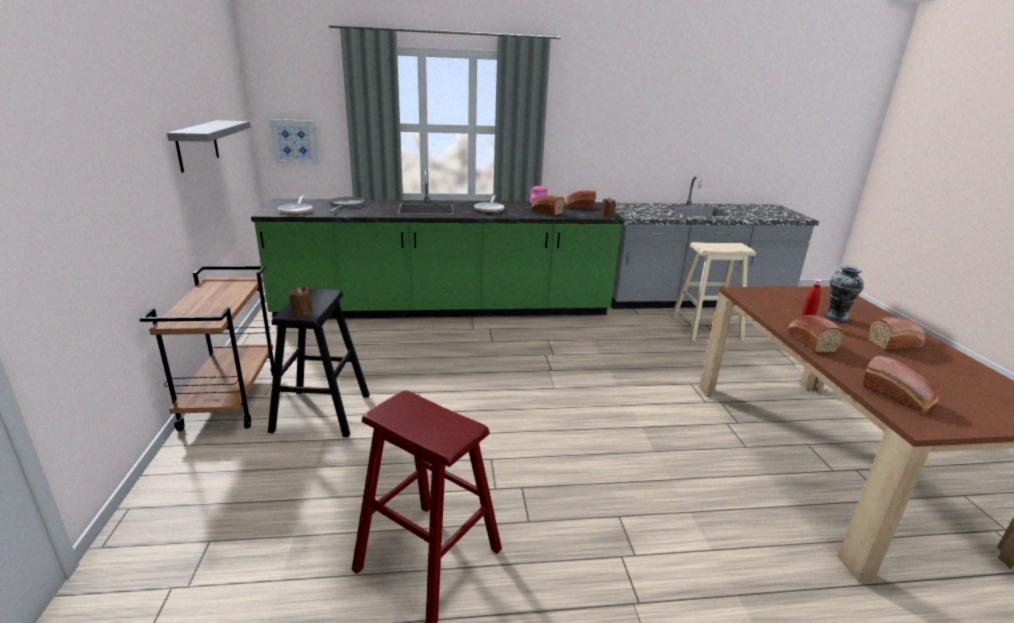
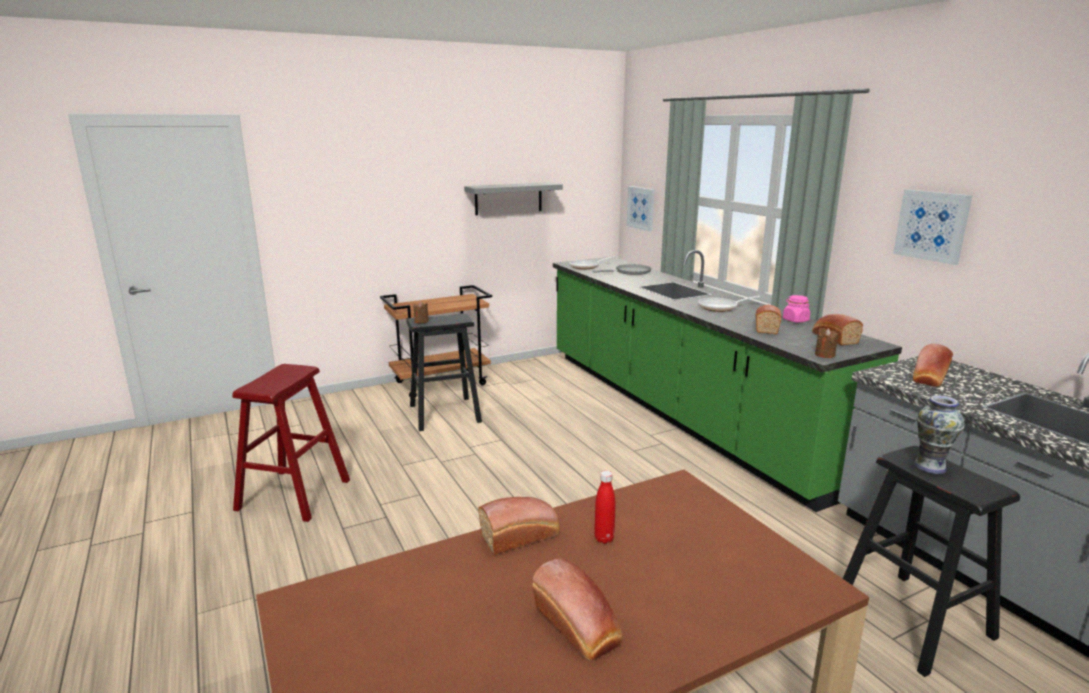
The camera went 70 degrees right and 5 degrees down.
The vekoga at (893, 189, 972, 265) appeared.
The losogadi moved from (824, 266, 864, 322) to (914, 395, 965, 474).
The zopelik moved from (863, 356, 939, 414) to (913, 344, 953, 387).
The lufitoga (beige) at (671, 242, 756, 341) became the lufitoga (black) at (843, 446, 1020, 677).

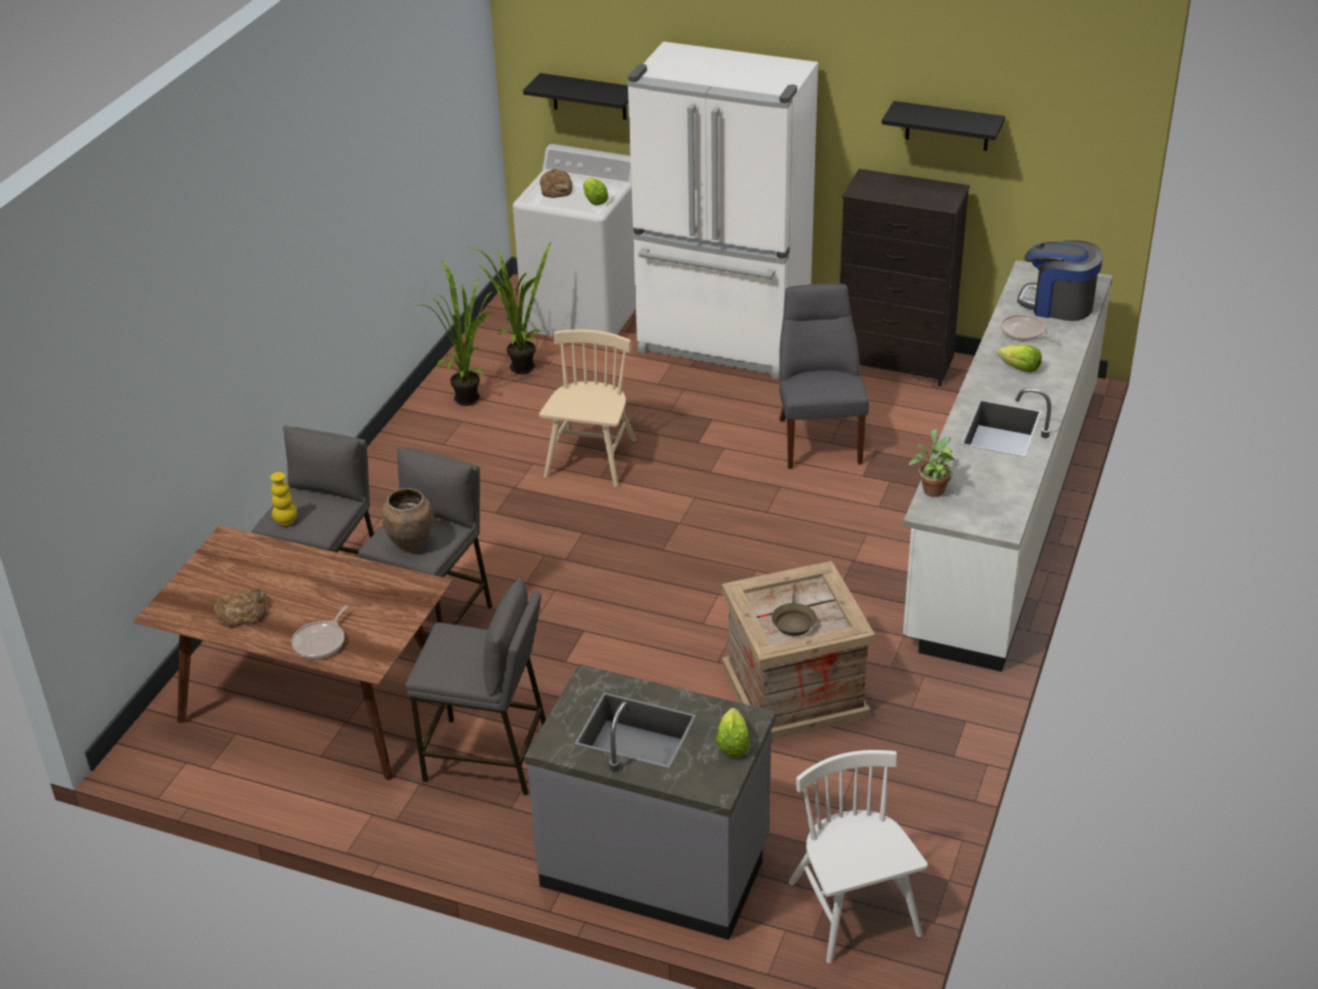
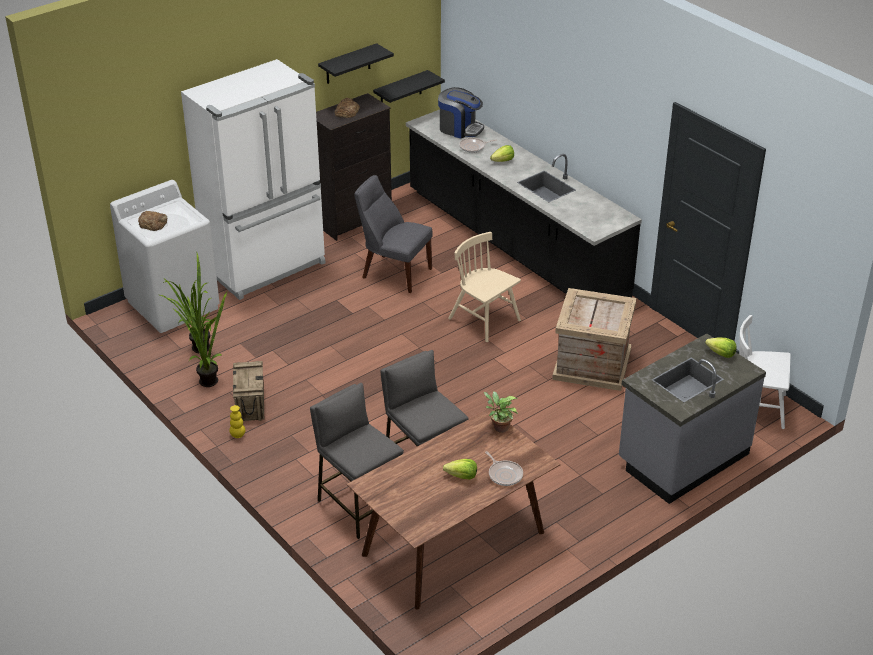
The camera went 60 degrees left and 0 degrees up.
The losogadi (brown) at (382, 488, 434, 552) disappeared.
The lufitoga (grey) at (406, 578, 546, 795) disappeared.
The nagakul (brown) at (772, 585, 817, 636) disappeared.
The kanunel at (233, 361, 264, 421) appeared.
The zopelik moved from (213, 588, 267, 628) to (334, 98, 360, 118).
The losogadi (yellow) moved from (270, 472, 297, 525) to (229, 405, 246, 438).
The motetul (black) moved from (523, 73, 628, 120) to (373, 70, 445, 103).
The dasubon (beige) moved from (539, 330, 636, 487) to (448, 232, 521, 342).
The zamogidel moved from (583, 178, 608, 205) to (443, 459, 477, 480).
The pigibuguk moved from (909, 429, 955, 497) to (484, 391, 518, 433).
The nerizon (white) at (903, 260, 1113, 672) became the nerizon (black) at (406, 109, 642, 297).
The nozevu at (1017, 240, 1103, 321) turned 120 degrees counterclockwise.

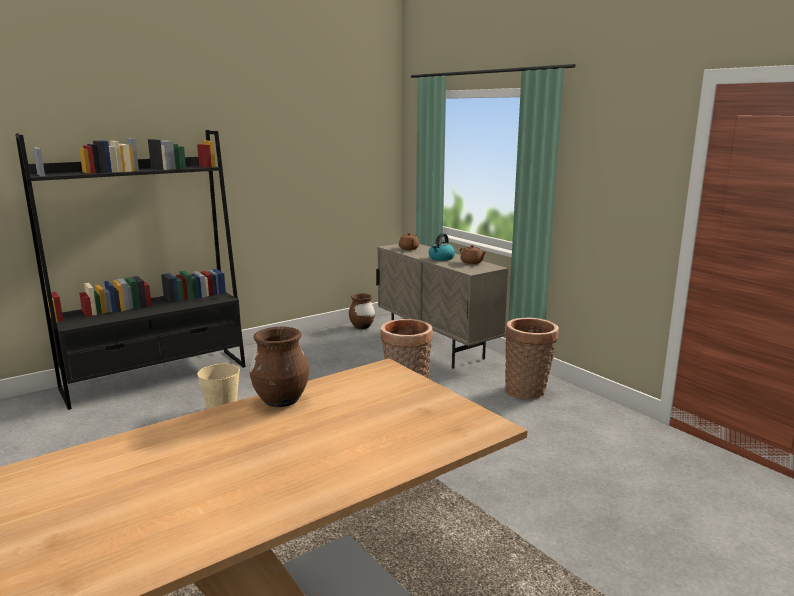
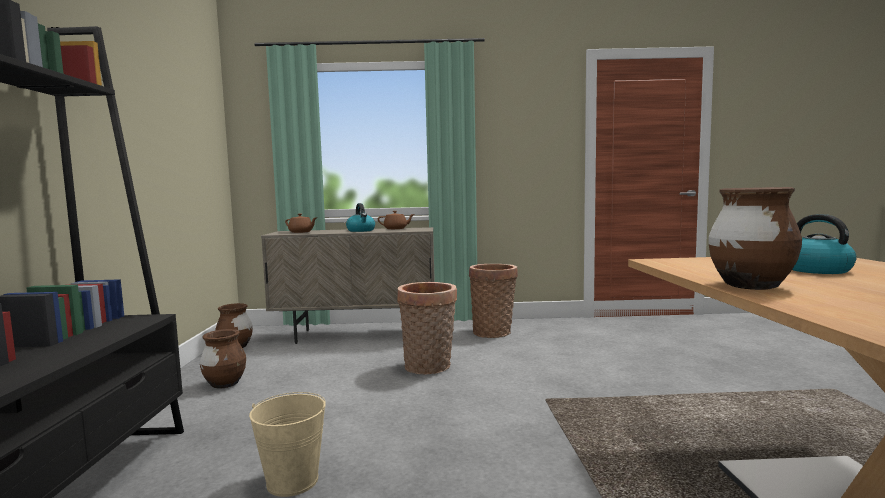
The camera went 55 degrees left and 10 degrees down.
The losogadi (brown) at (200, 329, 246, 388) appeared.
The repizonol at (792, 214, 857, 274) appeared.

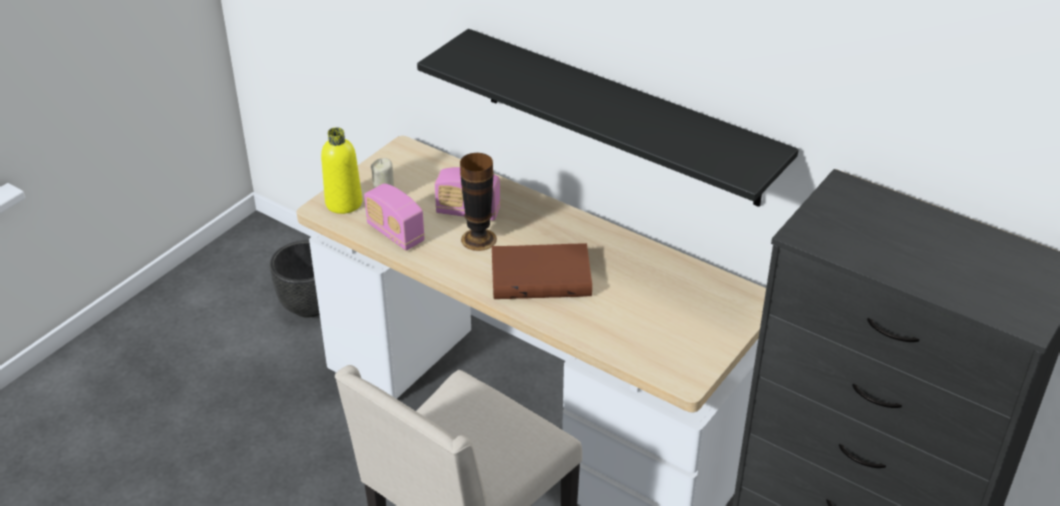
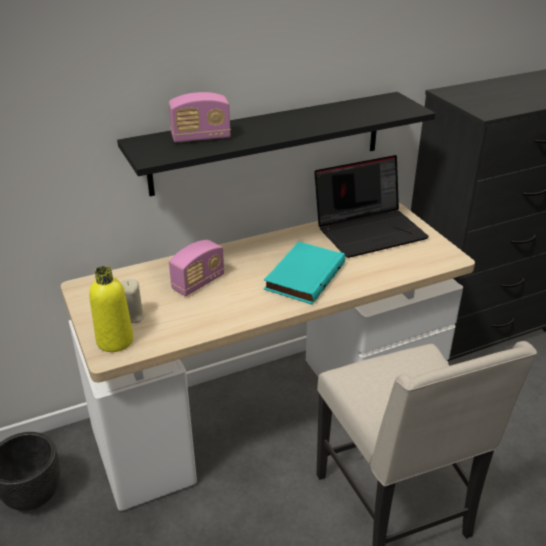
The camera went 60 degrees left and 5 degrees down.
The losogadi at (460, 153, 497, 251) disappeared.
The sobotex at (314, 155, 429, 258) appeared.
The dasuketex moved from (364, 184, 425, 251) to (169, 92, 231, 142).
The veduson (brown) at (492, 243, 592, 299) became the veduson (turquoise) at (264, 242, 345, 305).

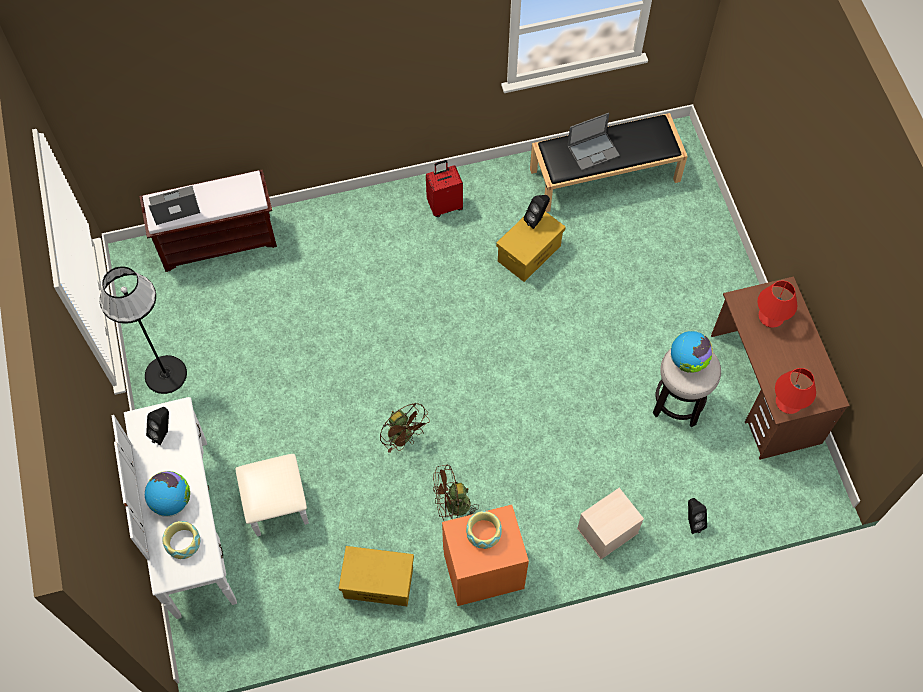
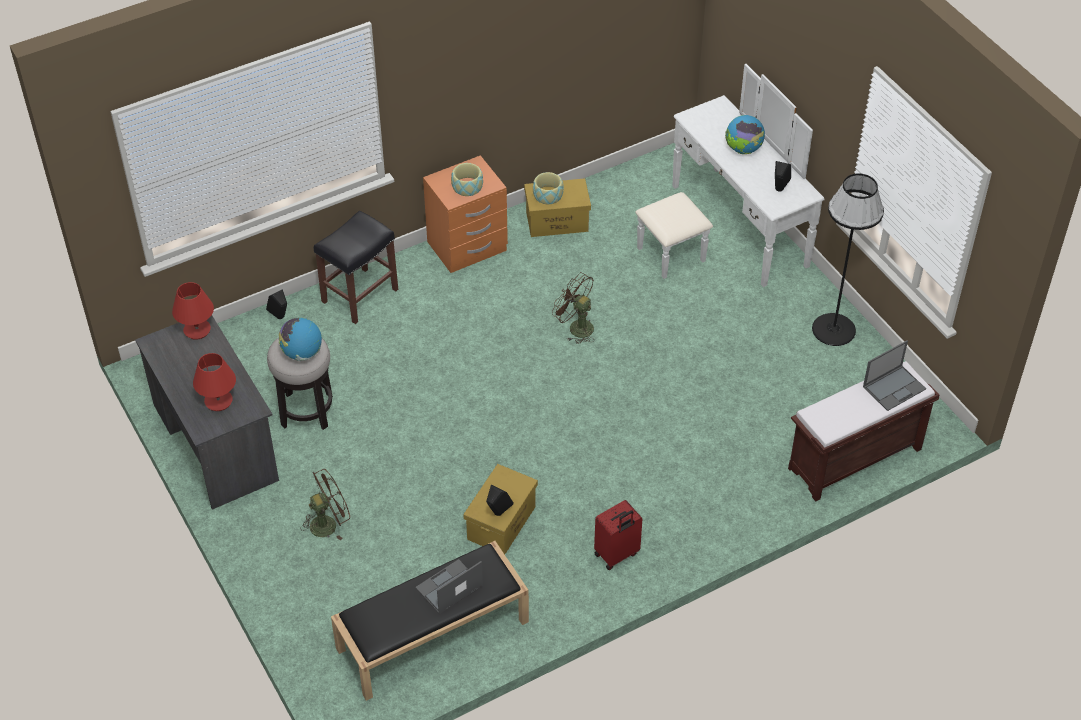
The camera went 165 degrees right and 15 degrees down.
The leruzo moved from (162, 521, 200, 559) to (533, 172, 564, 204).
The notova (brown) moved from (433, 465, 479, 521) to (300, 469, 350, 540).
The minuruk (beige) at (577, 488, 644, 559) was replaced by the lufitoga (black) at (314, 211, 398, 324).
The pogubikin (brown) at (711, 276, 850, 460) became the pogubikin (grey) at (135, 315, 279, 510).

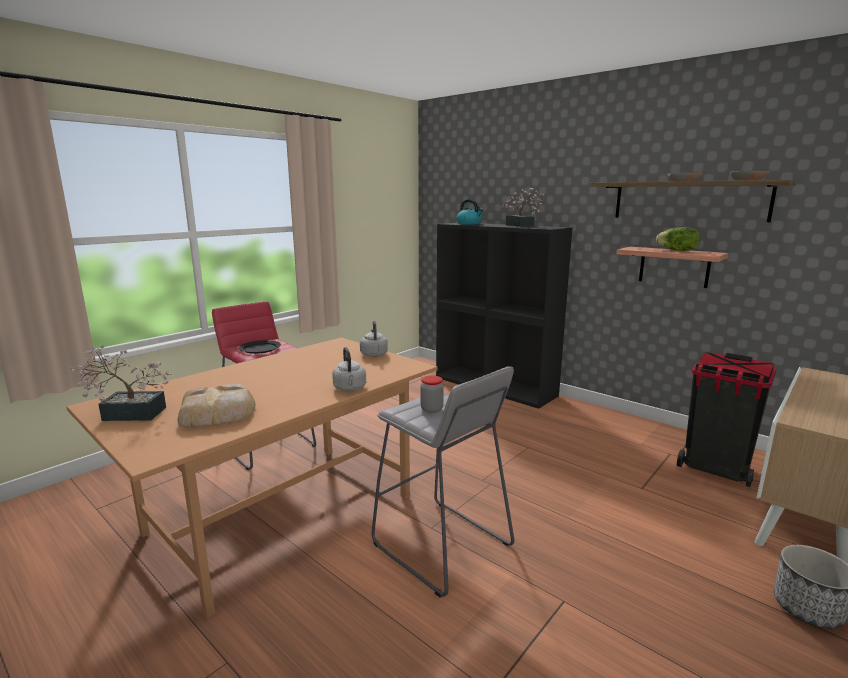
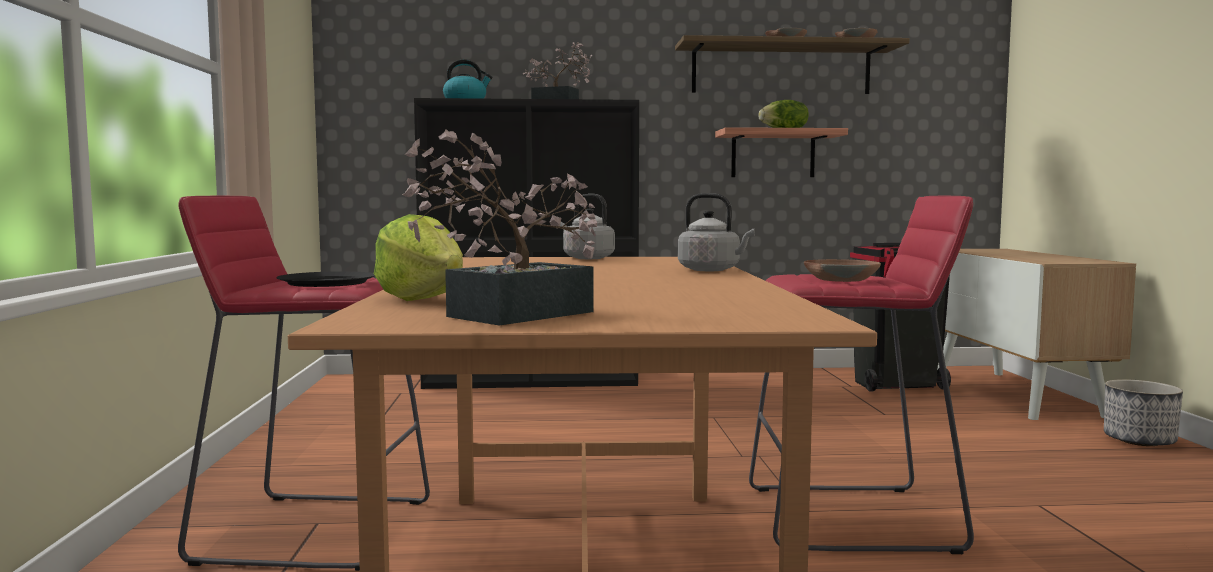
The camera went 45 degrees left and 10 degrees down.
The zopelik at (177, 384, 256, 427) disappeared.
The zamogidel at (374, 214, 463, 301) appeared.
The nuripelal at (420, 375, 444, 413) was replaced by the leruzo (brown) at (804, 259, 881, 282).
The lufitoga (grey) at (371, 366, 515, 597) became the lufitoga (red) at (749, 195, 974, 554).

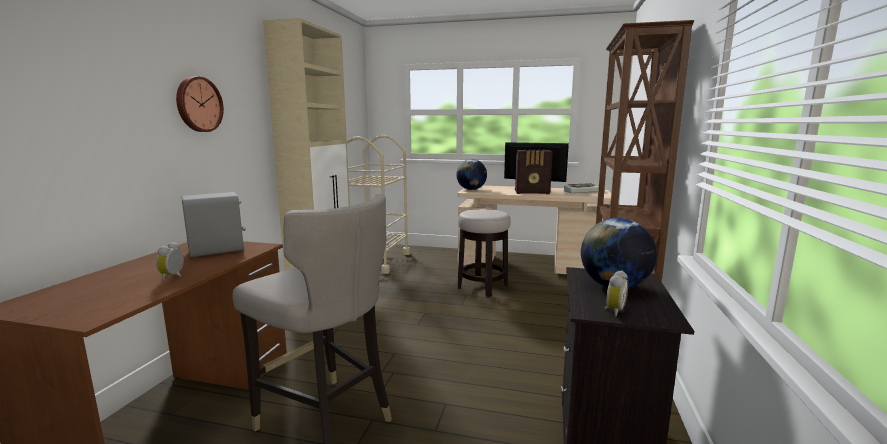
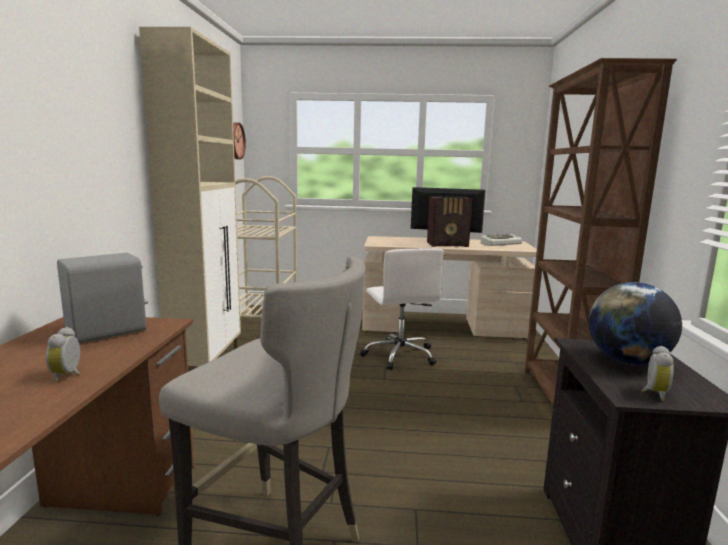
The camera went 10 degrees left and 0 degrees up.
The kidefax at (456, 159, 487, 190) disappeared.
The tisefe moved from (176, 76, 224, 132) to (233, 122, 246, 160).
The lufitoga at (458, 209, 511, 297) was replaced by the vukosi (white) at (360, 248, 444, 370).

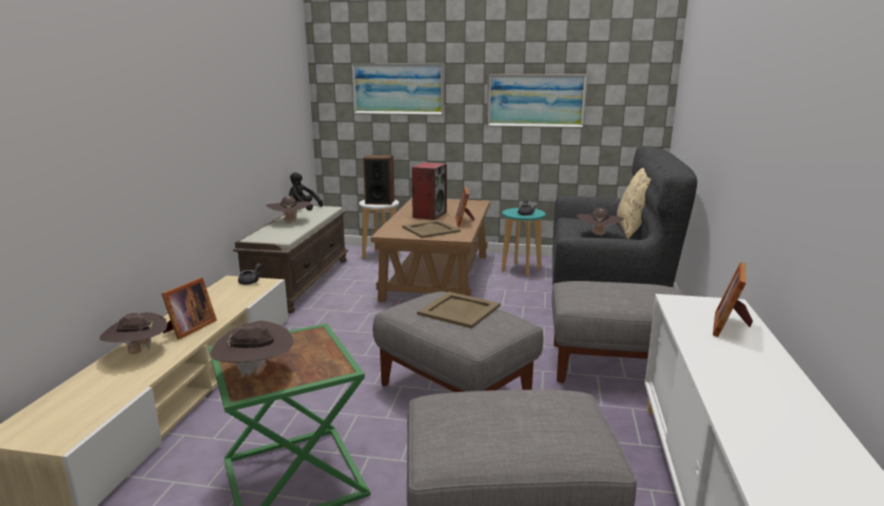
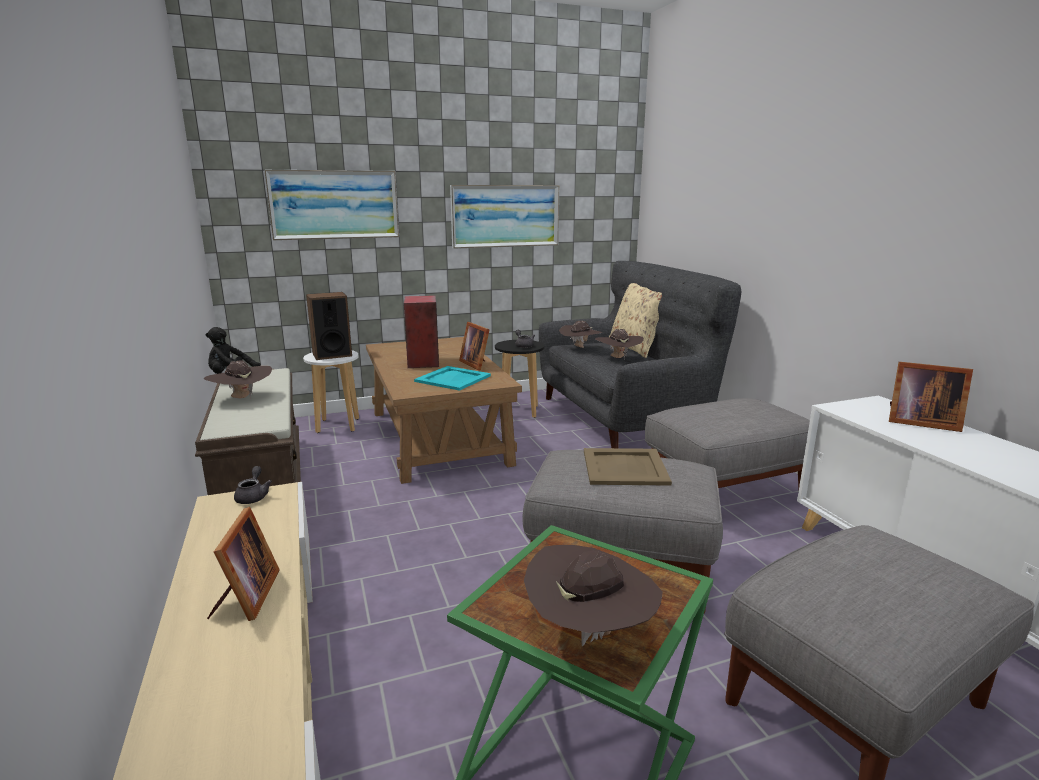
The camera went 30 degrees left and 0 degrees up.
The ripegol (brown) moved from (100, 312, 167, 354) to (559, 321, 602, 348).
The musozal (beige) at (402, 220, 461, 238) became the musozal (turquoise) at (414, 366, 491, 391).
The lufitoga (turquoise) at (501, 208, 545, 277) became the lufitoga (black) at (495, 340, 544, 418).
The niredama at (713, 262, 753, 337) turned 60 degrees counterclockwise.

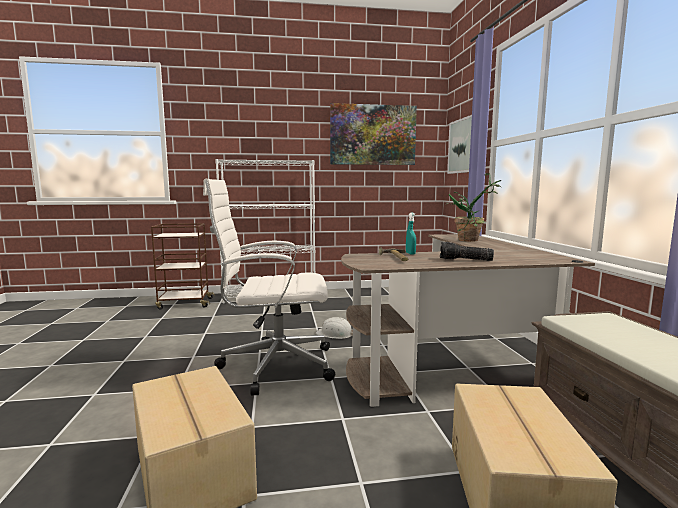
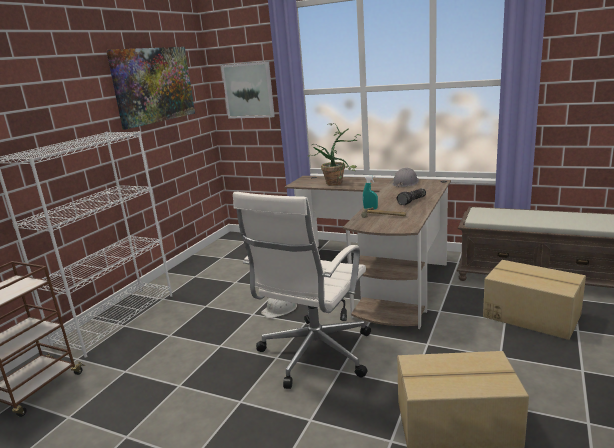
The camera went 55 degrees left and 10 degrees up.
The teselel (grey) at (392, 168, 419, 188) appeared.

